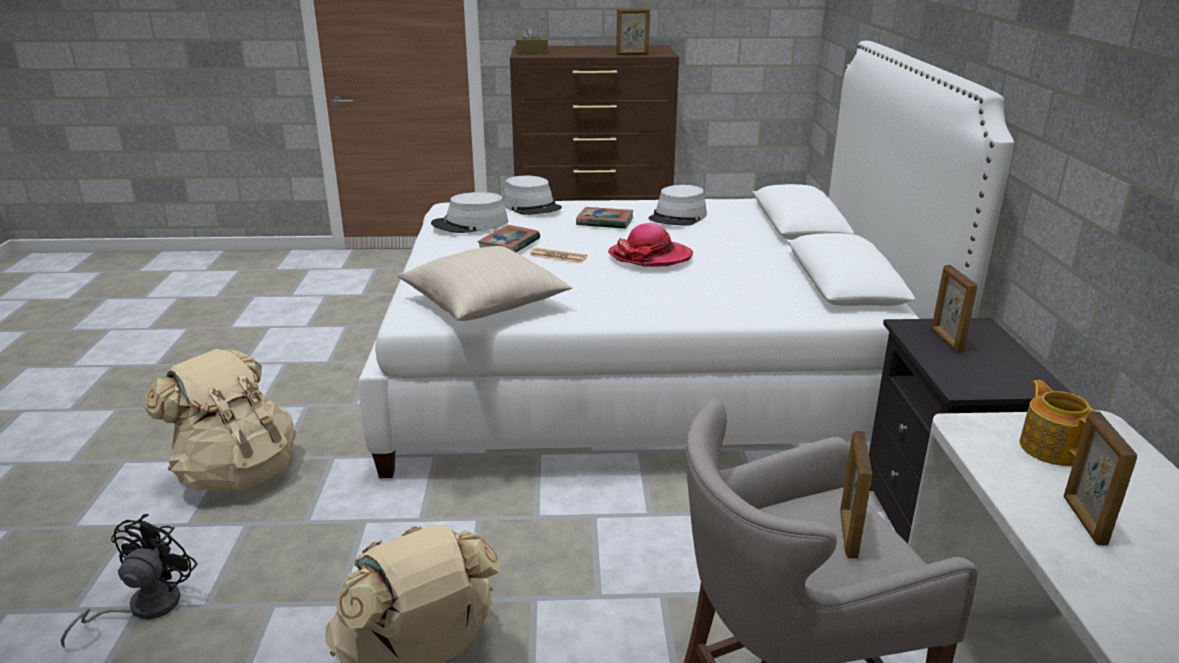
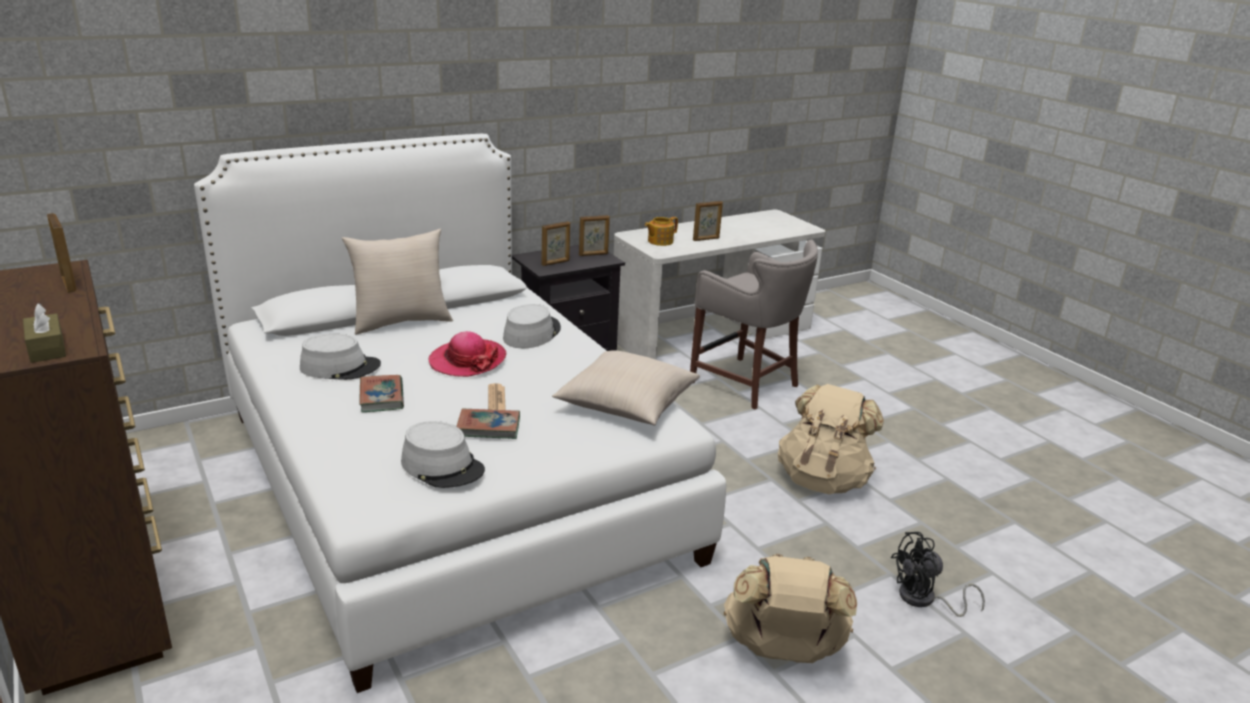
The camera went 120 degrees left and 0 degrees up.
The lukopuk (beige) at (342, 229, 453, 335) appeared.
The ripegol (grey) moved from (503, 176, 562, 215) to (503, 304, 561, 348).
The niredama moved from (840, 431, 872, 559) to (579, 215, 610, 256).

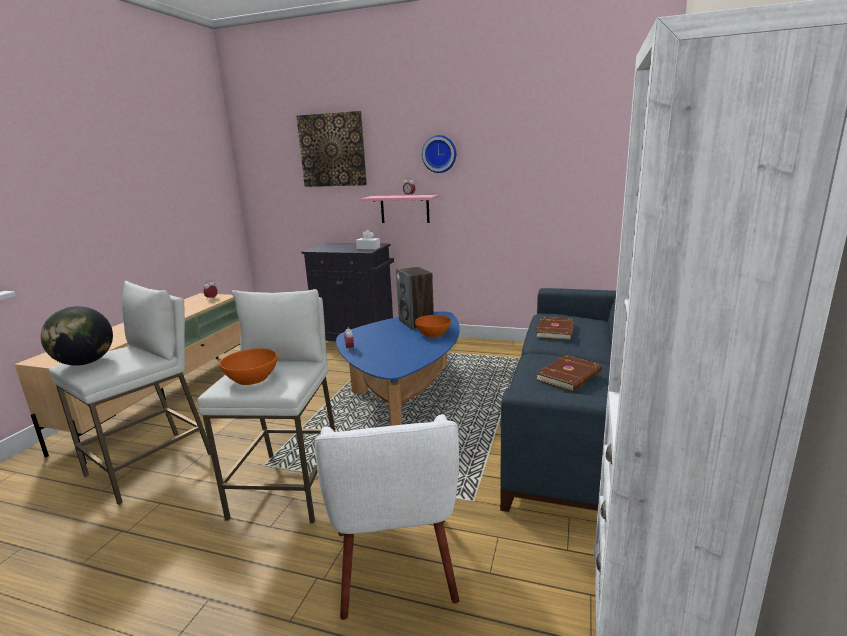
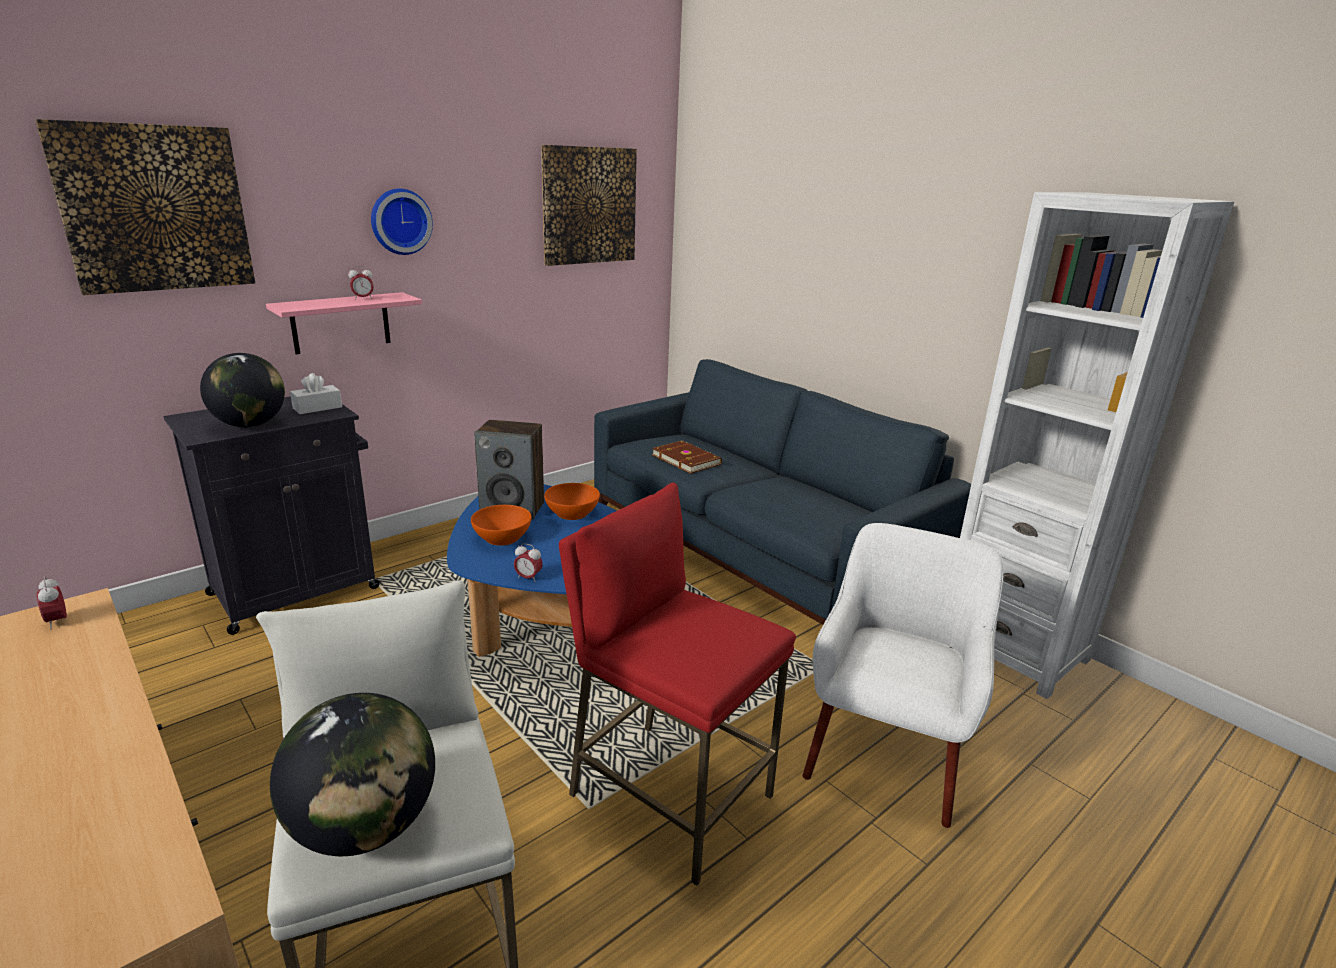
The camera went 60 degrees left and 5 degrees up.
The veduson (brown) at (536, 355, 602, 392) disappeared.
The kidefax at (200, 353, 285, 427) appeared.
The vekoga at (541, 145, 637, 266) appeared.
The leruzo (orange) moved from (220, 348, 277, 385) to (471, 505, 532, 546).
The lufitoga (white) at (197, 289, 336, 523) became the lufitoga (red) at (559, 482, 796, 886).
The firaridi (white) at (314, 414, 459, 620) turned 90 degrees counterclockwise.

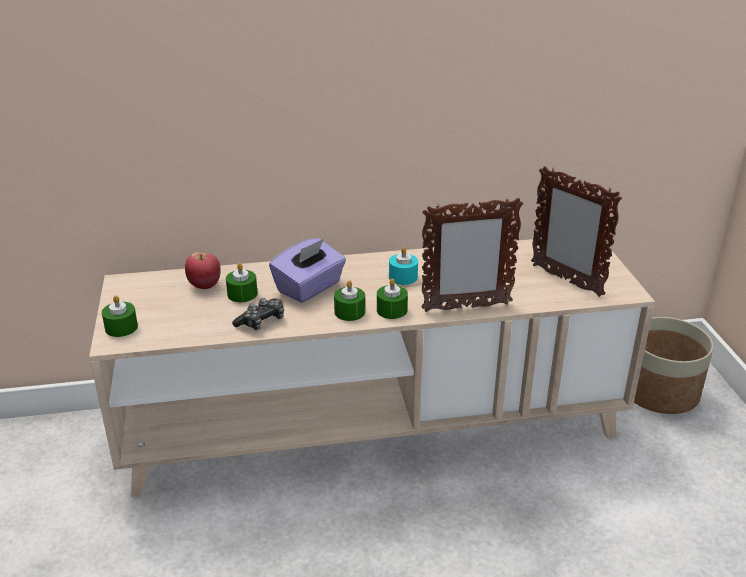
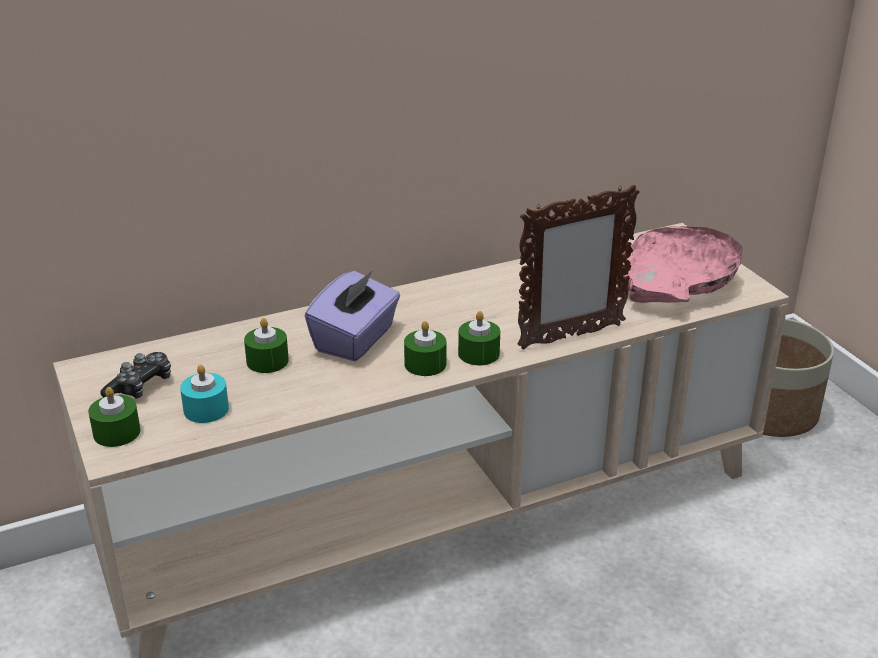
The camera went 15 degrees left and 0 degrees up.
The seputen at (185, 252, 221, 289) disappeared.
The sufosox moved from (232, 298, 284, 330) to (100, 352, 171, 399).
The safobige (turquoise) moved from (389, 247, 418, 285) to (180, 365, 229, 423).
The niredama at (531, 166, 622, 297) was replaced by the leruzo (pink) at (616, 226, 743, 303).

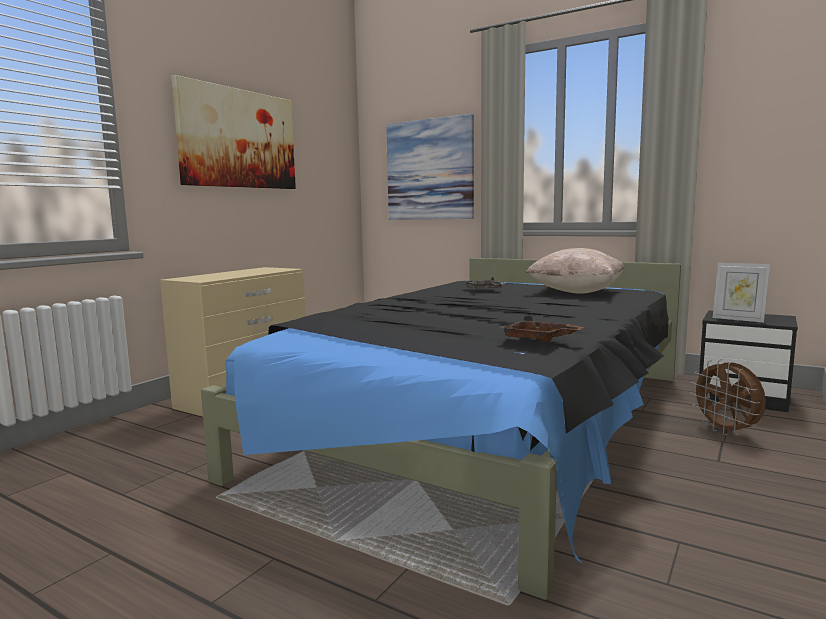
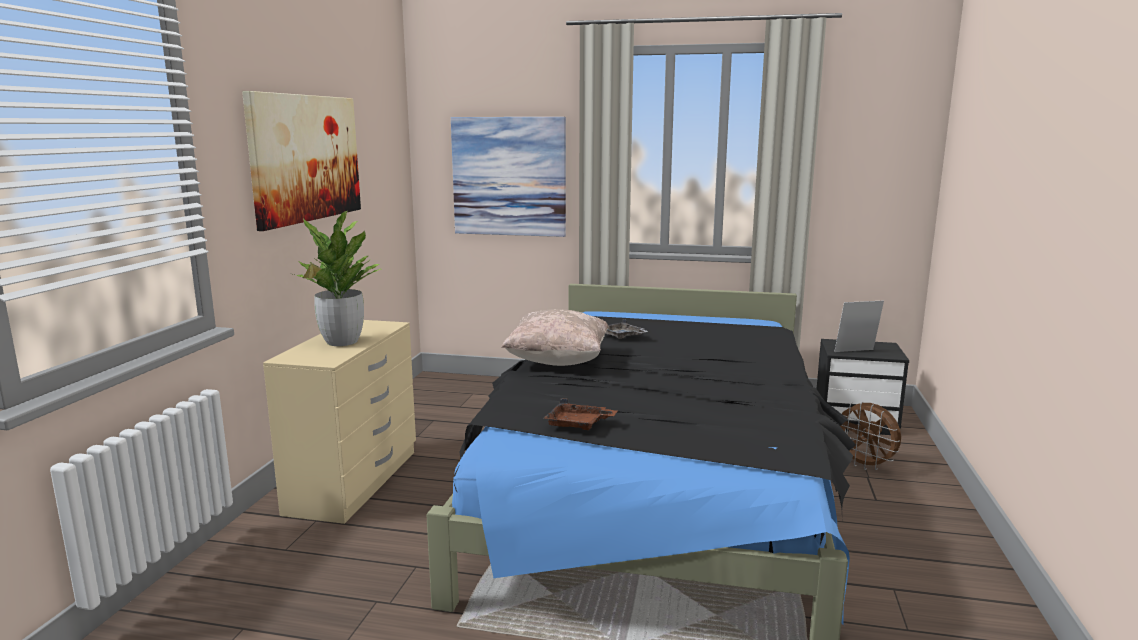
The camera went 20 degrees left and 5 degrees up.
The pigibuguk at (293, 211, 381, 346) appeared.
The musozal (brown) moved from (499, 315, 584, 342) to (544, 398, 617, 430).
The lukopuk (beige) moved from (526, 248, 625, 294) to (501, 309, 608, 366).
The niredama at (713, 262, 770, 323) turned 150 degrees clockwise.

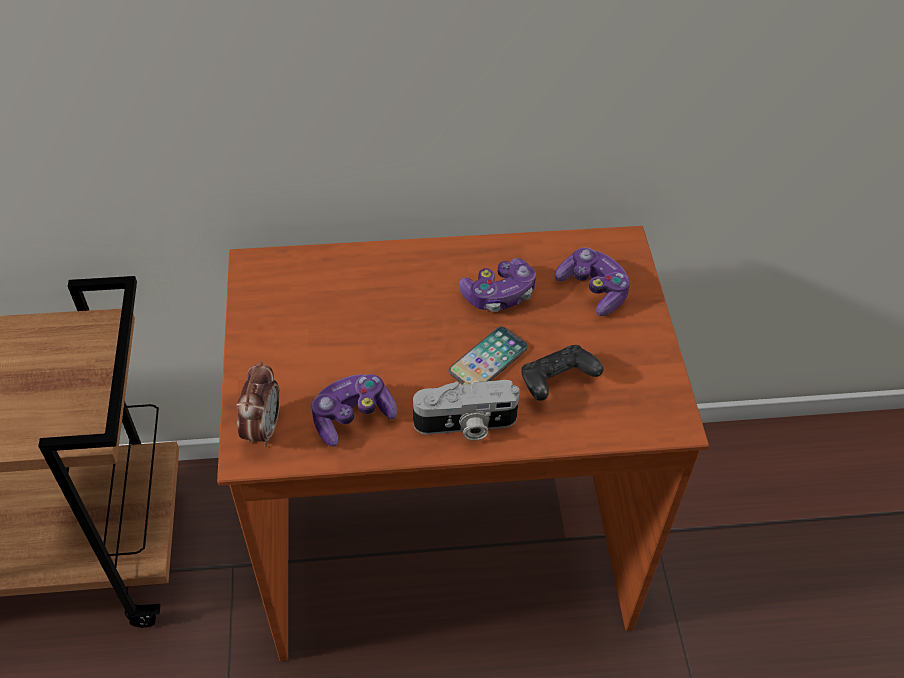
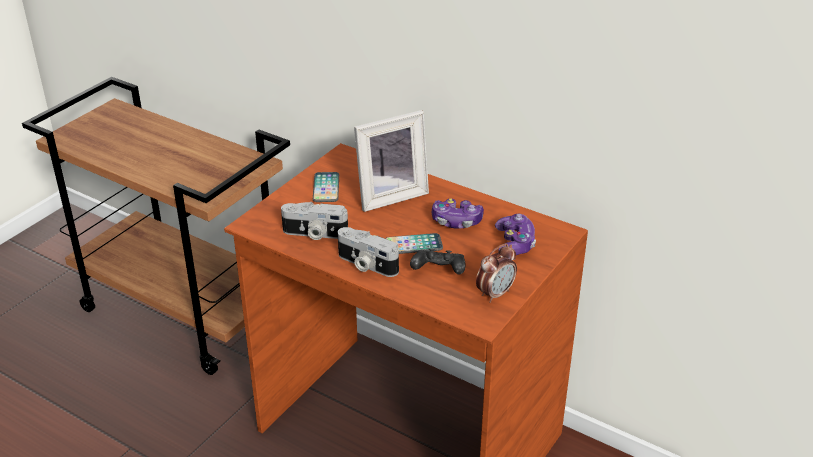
The camera went 40 degrees right and 15 degrees down.
The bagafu at (313, 172, 339, 202) appeared.
The niredama at (354, 110, 429, 212) appeared.
The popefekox moved from (237, 361, 280, 447) to (476, 243, 517, 303).
The sufosox at (311, 374, 397, 447) was replaced by the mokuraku at (281, 202, 348, 240).

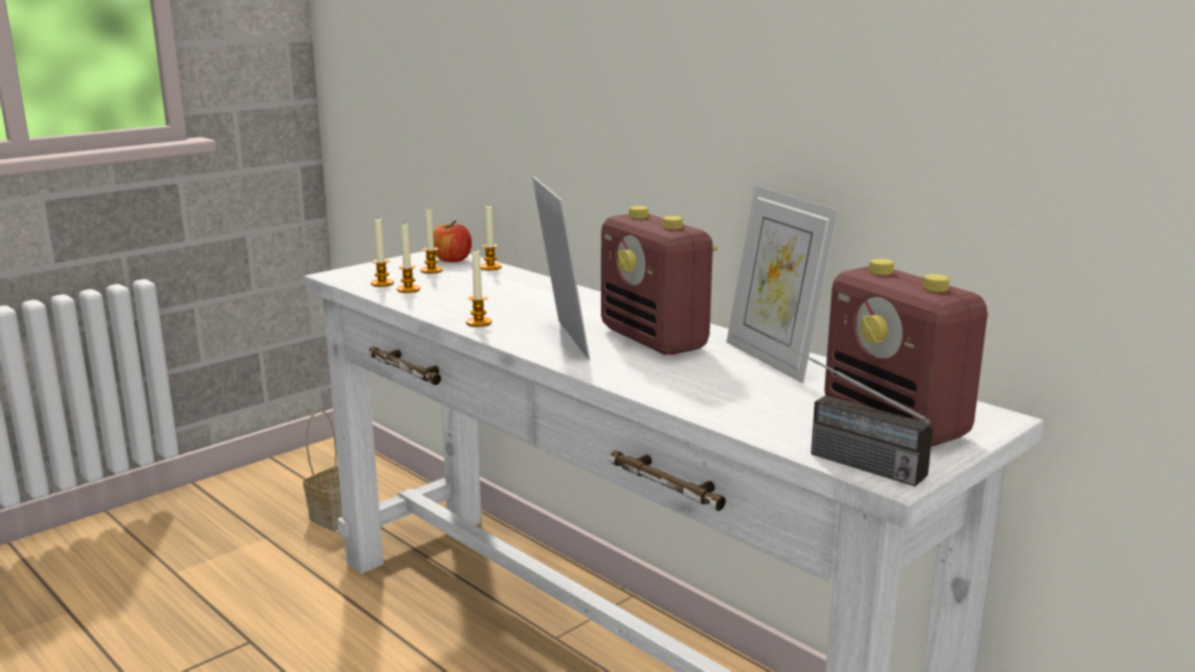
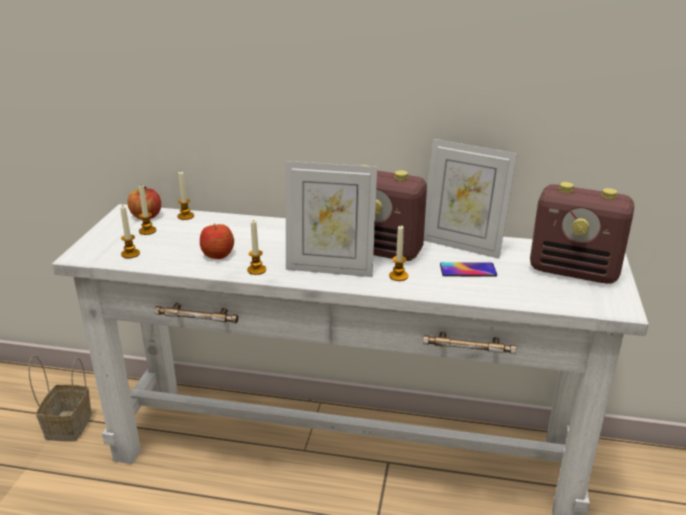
The camera went 35 degrees left and 10 degrees up.
The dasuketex at (776, 340, 933, 486) disappeared.
The seputen at (200, 223, 234, 259) appeared.
The bagafu at (440, 262, 497, 277) appeared.
The safobige moved from (397, 222, 420, 293) to (389, 226, 408, 281).
The niredama at (532, 176, 590, 360) turned 150 degrees clockwise.

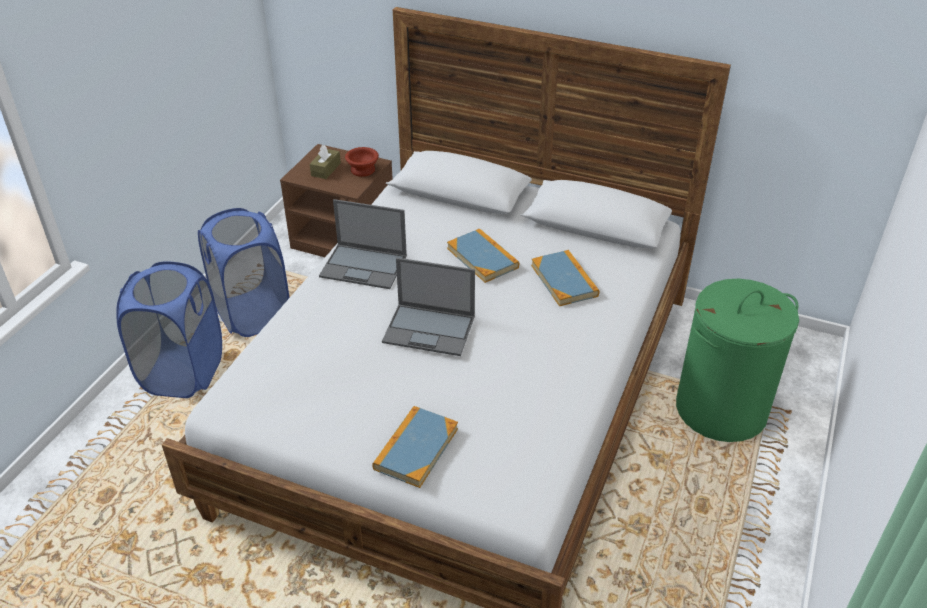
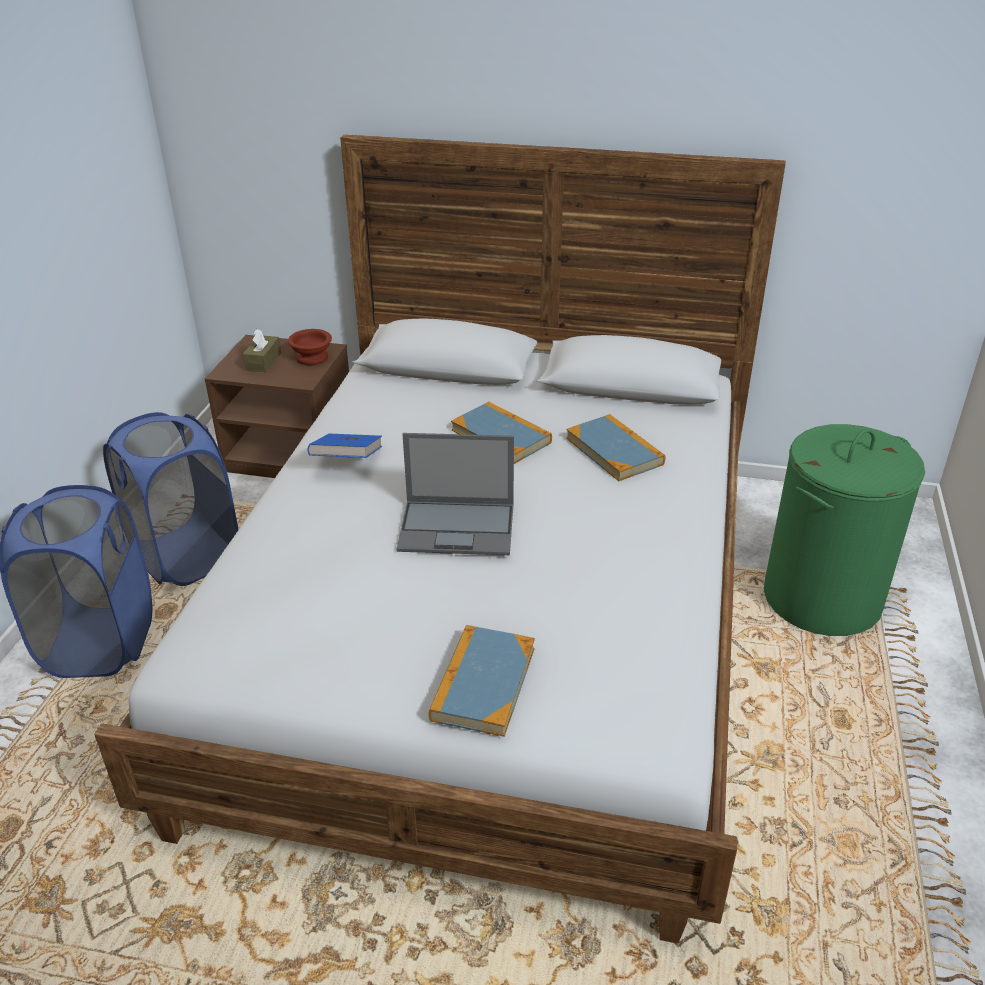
The camera went 10 degrees left and 5 degrees down.
The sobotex at (319, 199, 407, 289) was replaced by the veduson (blue) at (307, 434, 382, 458).

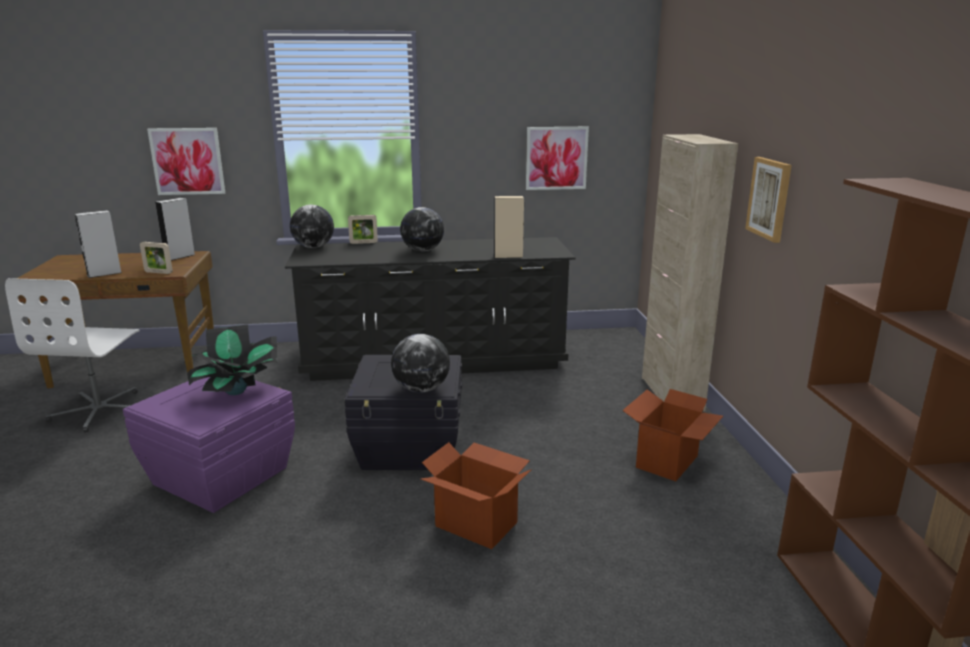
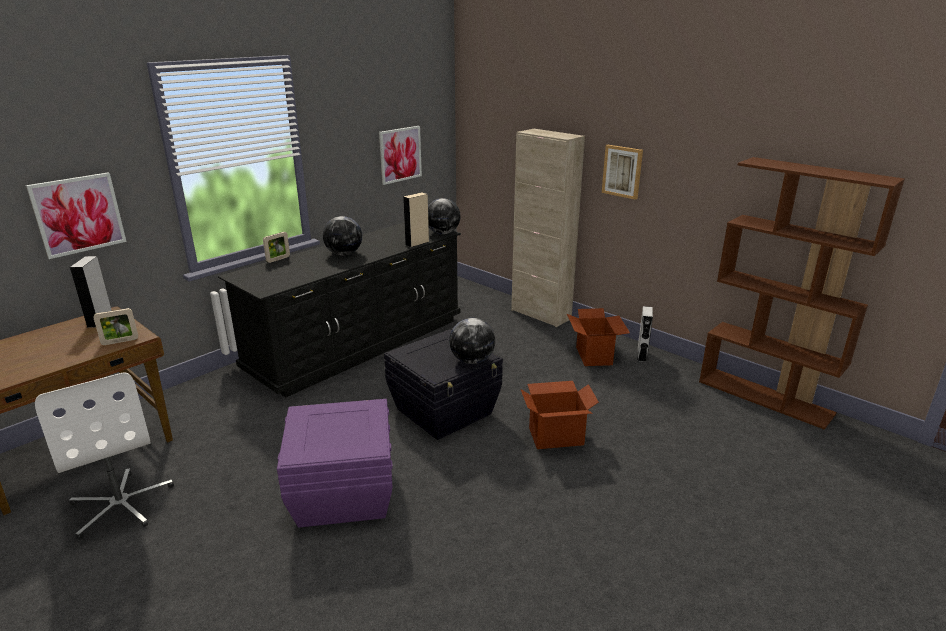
The camera went 40 degrees left and 5 degrees up.
The pigibuguk at (187, 324, 278, 395) disappeared.
The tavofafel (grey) moved from (75, 210, 122, 278) to (637, 306, 653, 362).
The kidefax moved from (290, 205, 334, 248) to (428, 198, 461, 234).

